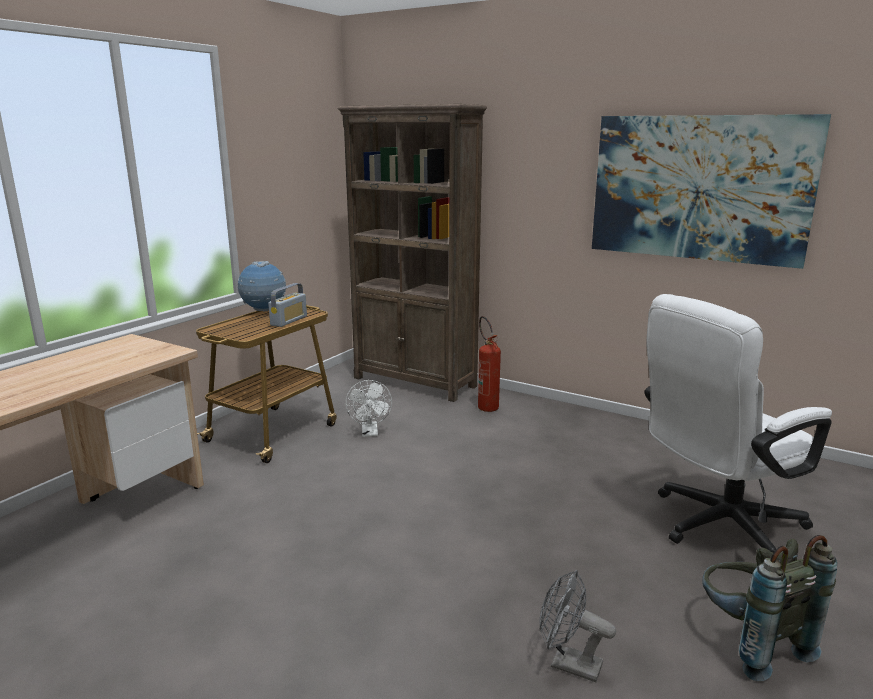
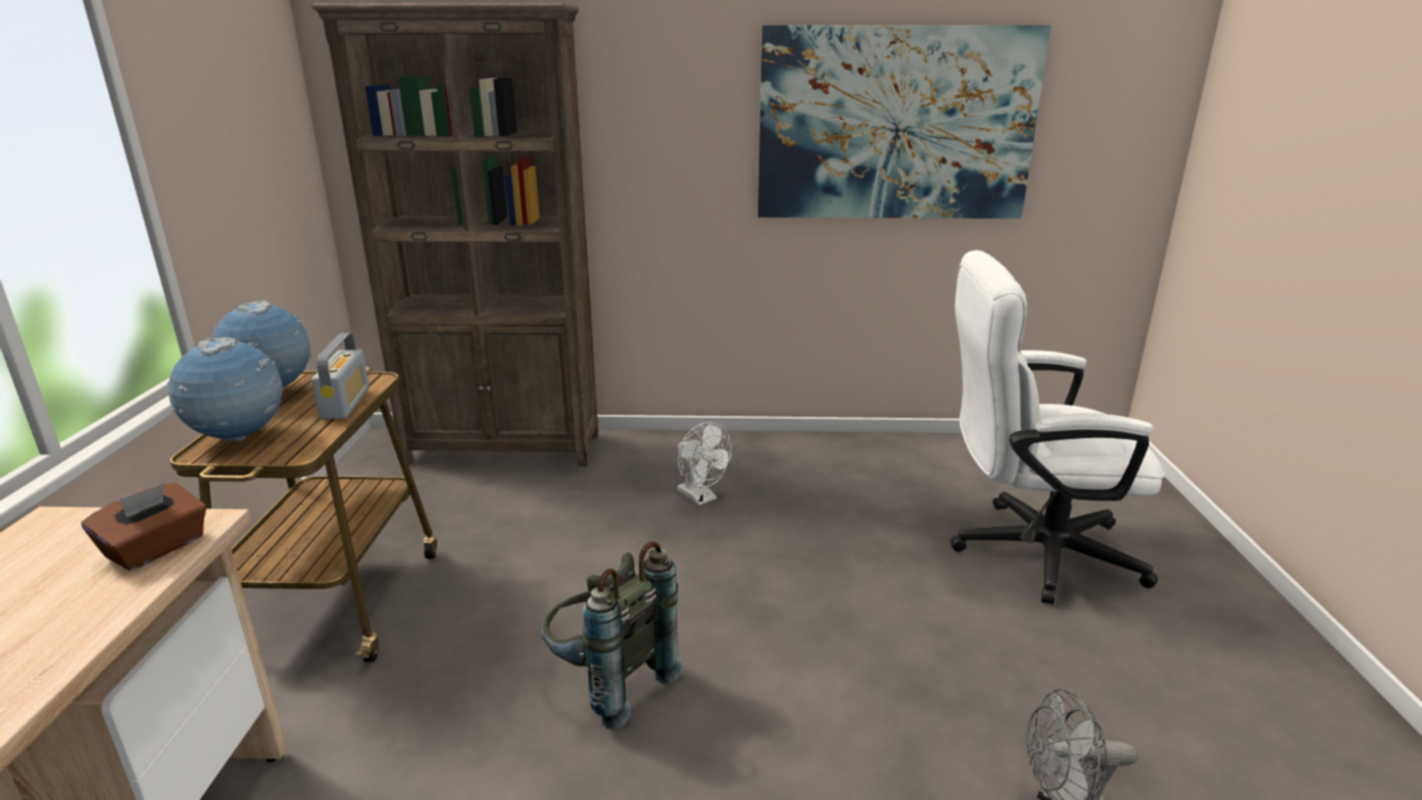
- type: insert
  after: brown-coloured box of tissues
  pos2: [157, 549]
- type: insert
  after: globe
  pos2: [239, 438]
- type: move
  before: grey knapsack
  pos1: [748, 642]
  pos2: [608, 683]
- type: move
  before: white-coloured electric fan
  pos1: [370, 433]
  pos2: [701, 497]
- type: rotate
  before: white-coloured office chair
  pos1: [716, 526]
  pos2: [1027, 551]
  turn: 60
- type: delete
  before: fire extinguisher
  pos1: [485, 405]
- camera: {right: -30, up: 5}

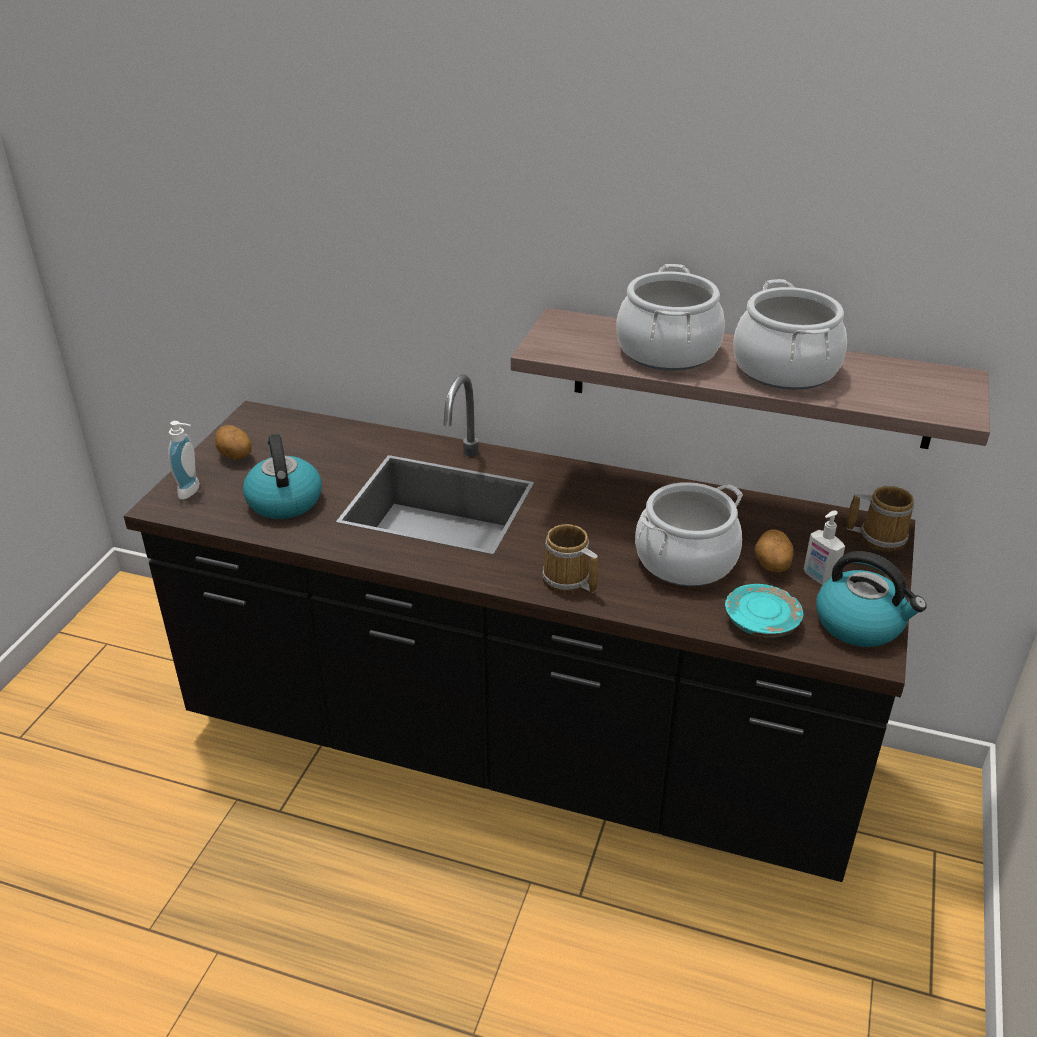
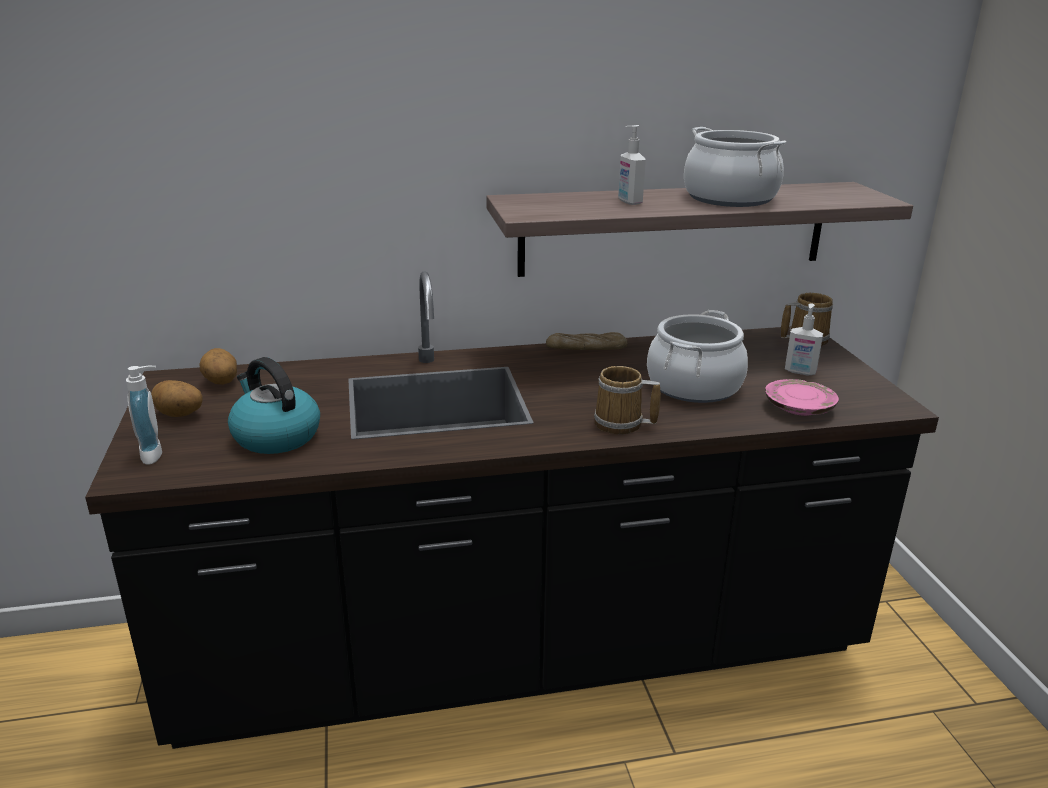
- type: move
  before: spud
  pos1: [771, 566]
  pos2: [221, 382]
- type: insert
  after: bread
  pos2: [586, 348]
- type: replace
  before: saucepot
  after: soap dispenser
  pos1: [668, 351]
  pos2: [629, 202]
- type: recolor
  before: turquoise-coloured dinner plate
  after: pink dinner plate
  pos1: [761, 621]
  pos2: [798, 408]
- type: delete
  before: water kettle
  pos1: [860, 624]
- camera: {right: -30, up: -10}

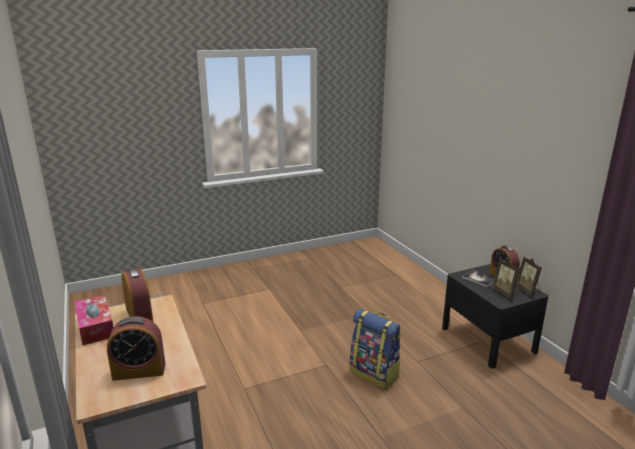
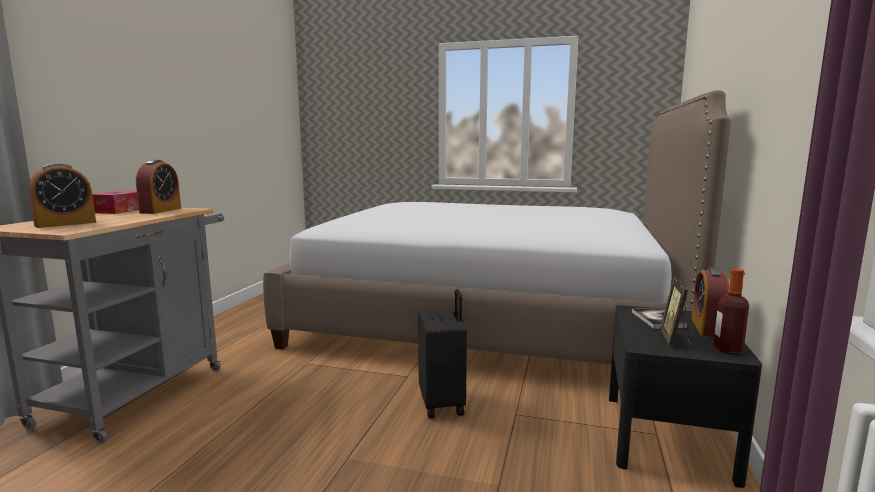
- type: rotate
  before: bedside clock
  pos1: [139, 371]
  pos2: [65, 224]
  turn: -75
- type: insert
  after: sleeping bed
  pos2: [488, 321]
- type: replace
  before: knapsack
  after: black suitcase
  pos1: [375, 374]
  pos2: [443, 403]
- type: replace
  before: standing frame
  after: beverage bottle
  pos1: [528, 290]
  pos2: [727, 349]
- camera: {right: 40, up: -10}

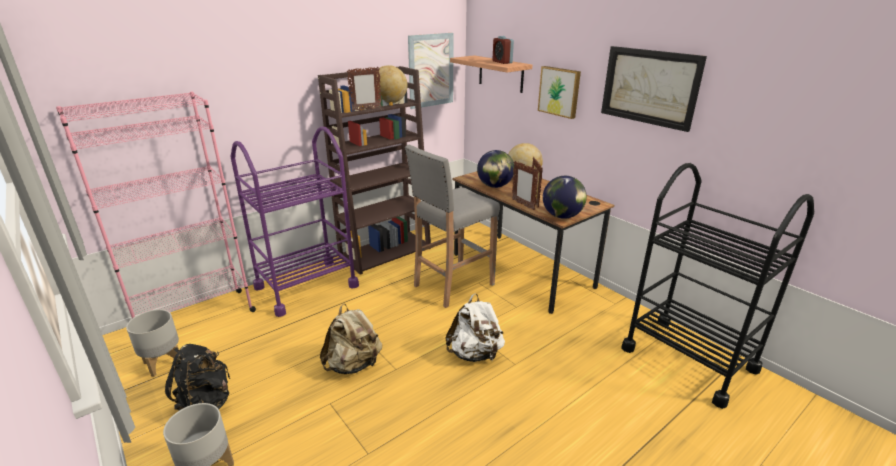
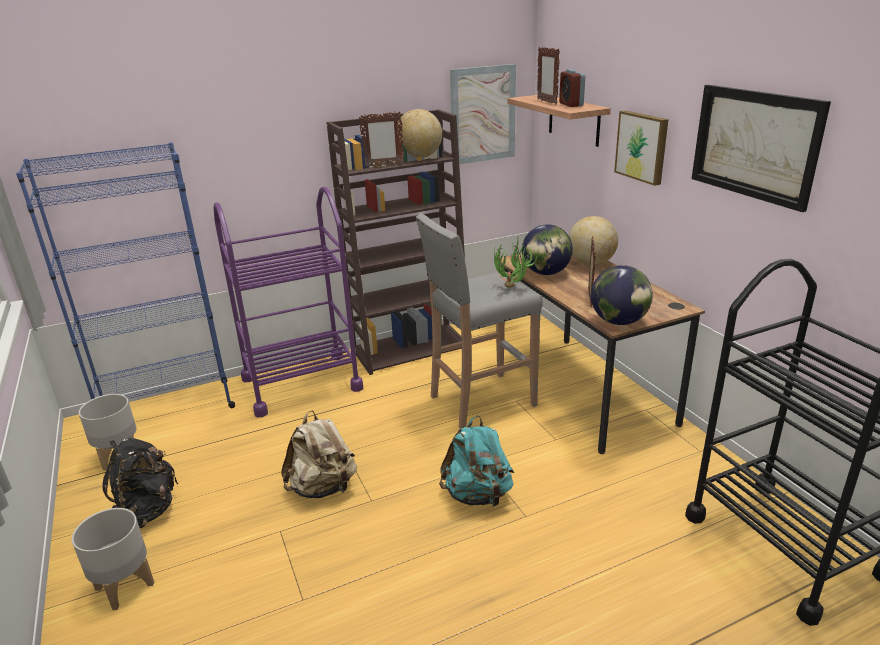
- type: recolor
  before: pink bookcase
  after: bluish bookcase
  pos1: [196, 319]
  pos2: [168, 409]
- type: recolor
  before: white-coloured knapsack
  after: turquoise-coloured knapsack
  pos1: [475, 354]
  pos2: [477, 495]
- type: insert
  after: potted plant
  pos2: [513, 289]
- type: move
  before: standing frame
  pos1: [523, 205]
  pos2: [547, 102]
- camera: {right: 15, up: 0}

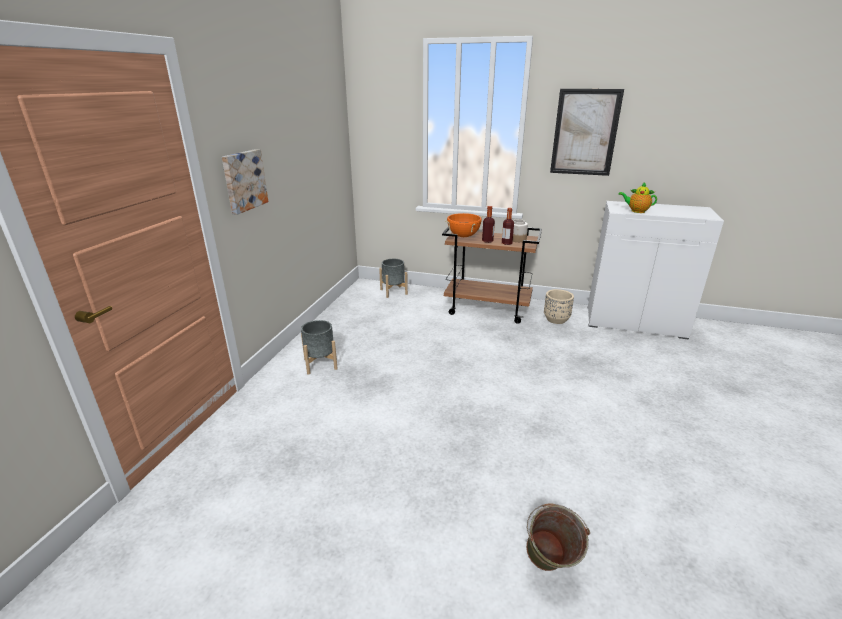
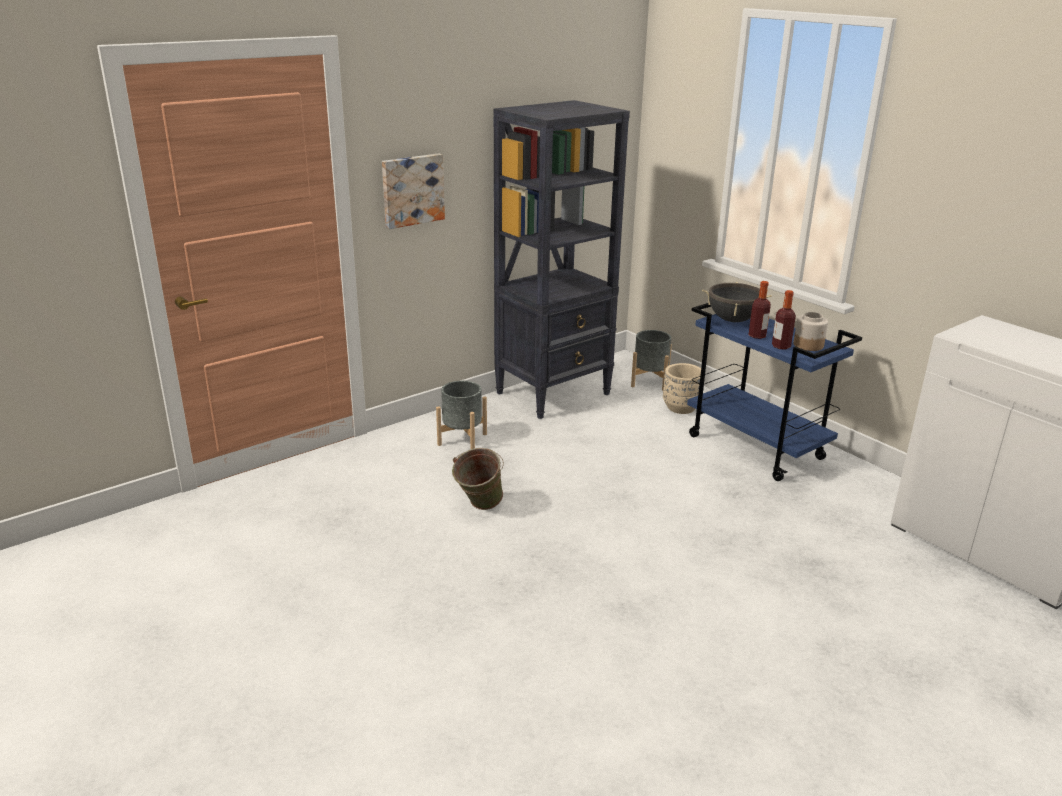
- type: move
  before: greenish bucket
  pos1: [548, 568]
  pos2: [479, 507]
- type: insert
  after: black bookcase
  pos2: [554, 393]
- type: move
  before: beige-coloured plant pot
  pos1: [556, 319]
  pos2: [681, 407]
- type: recolor
  before: brown-coloured wheeled cart
  after: bluish wheeled cart
  pos1: [488, 309]
  pos2: [757, 447]
- type: recolor
  before: orange-coloured saucepot
  after: black saucepot
  pos1: [463, 236]
  pos2: [733, 320]
- type: delete
  before: picture
  pos1: [585, 132]
- type: delete
  before: teapot
  pos1: [636, 211]
- camera: {right: 35, up: 0}

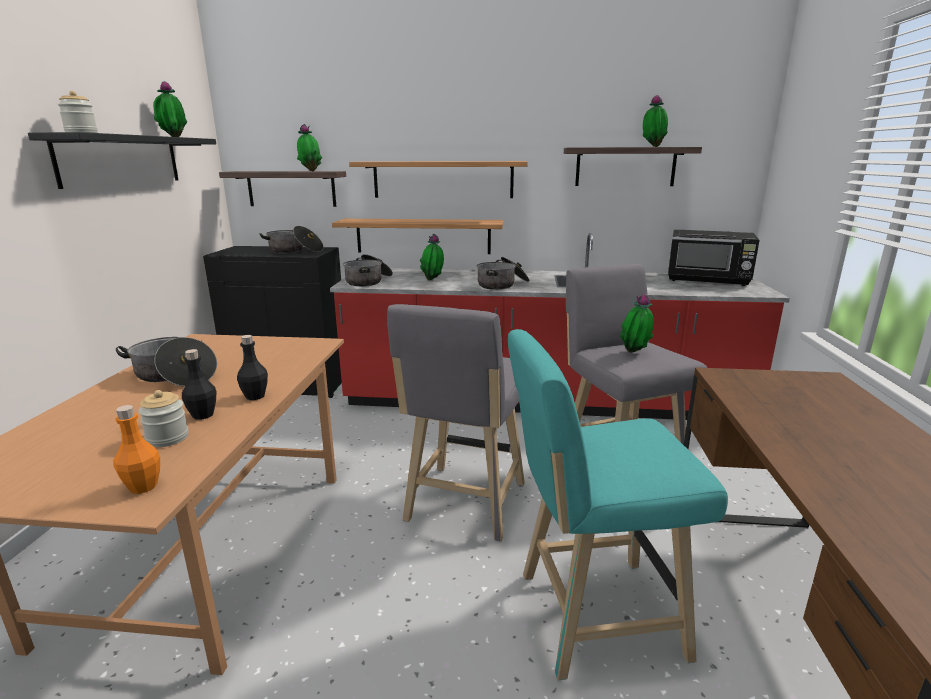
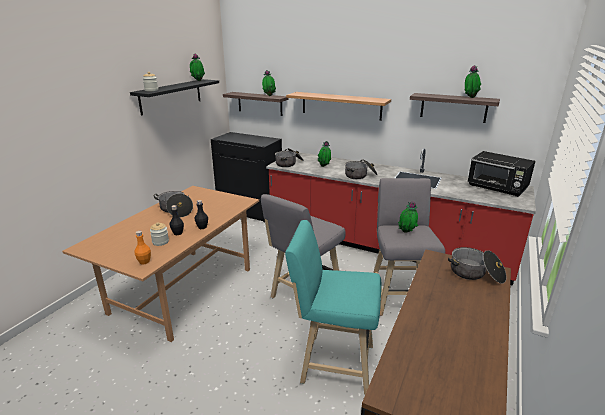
- type: move
  before: saucepot
  pos1: [295, 251]
  pos2: [476, 274]
- type: delete
  before: shelf
  pos1: [423, 236]
- camera: {right: 20, up: 5}

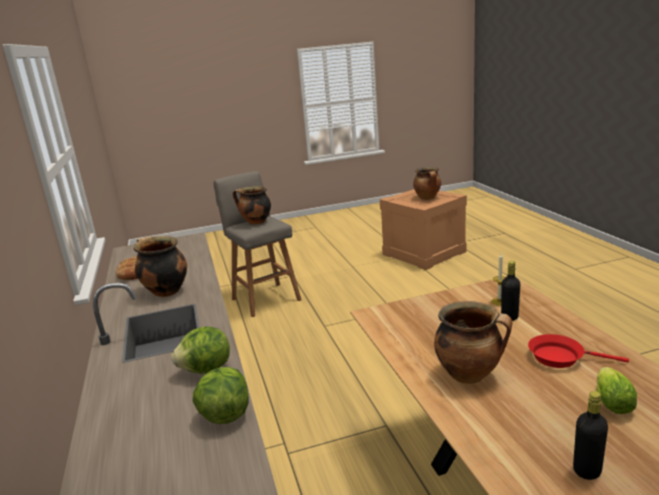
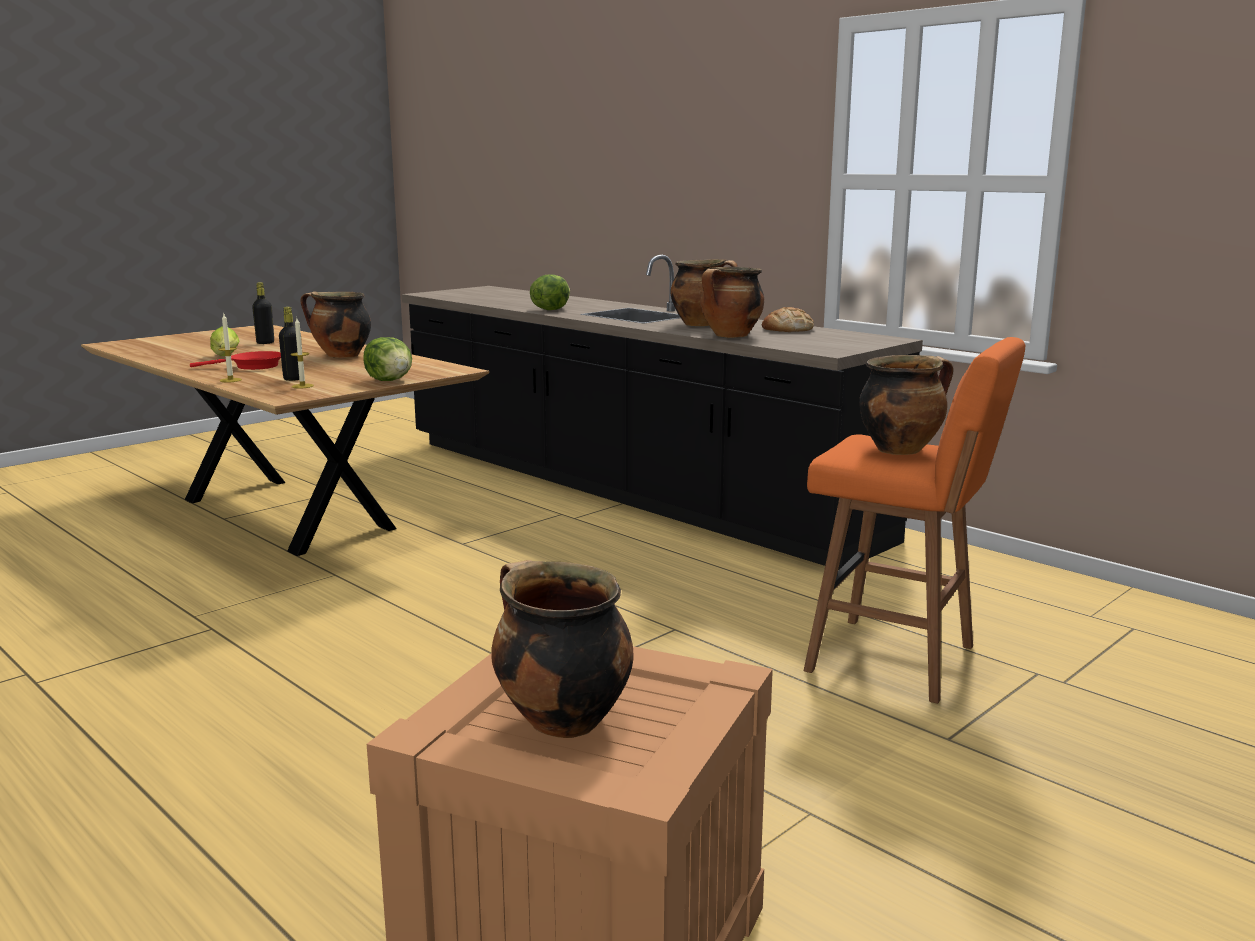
- type: insert
  after: wax candle
  pos2: [230, 380]
- type: move
  before: lettuce head
  pos1: [225, 414]
  pos2: [390, 380]
- type: insert
  after: saucepot
  pos2: [730, 336]
- type: recolor
  before: grey stool seat
  after: orange-coloured stool seat
  pos1: [265, 298]
  pos2: [897, 660]
- camera: {right: 150, up: -5}

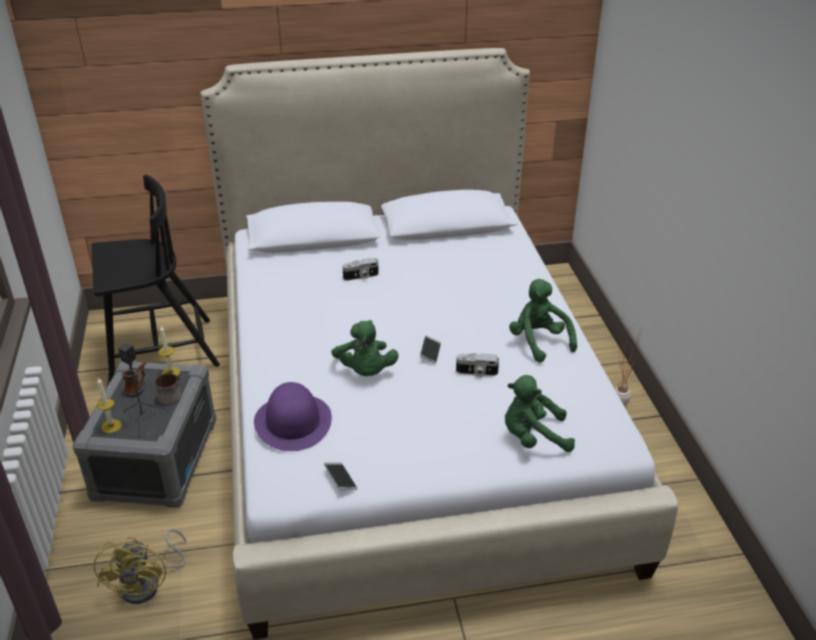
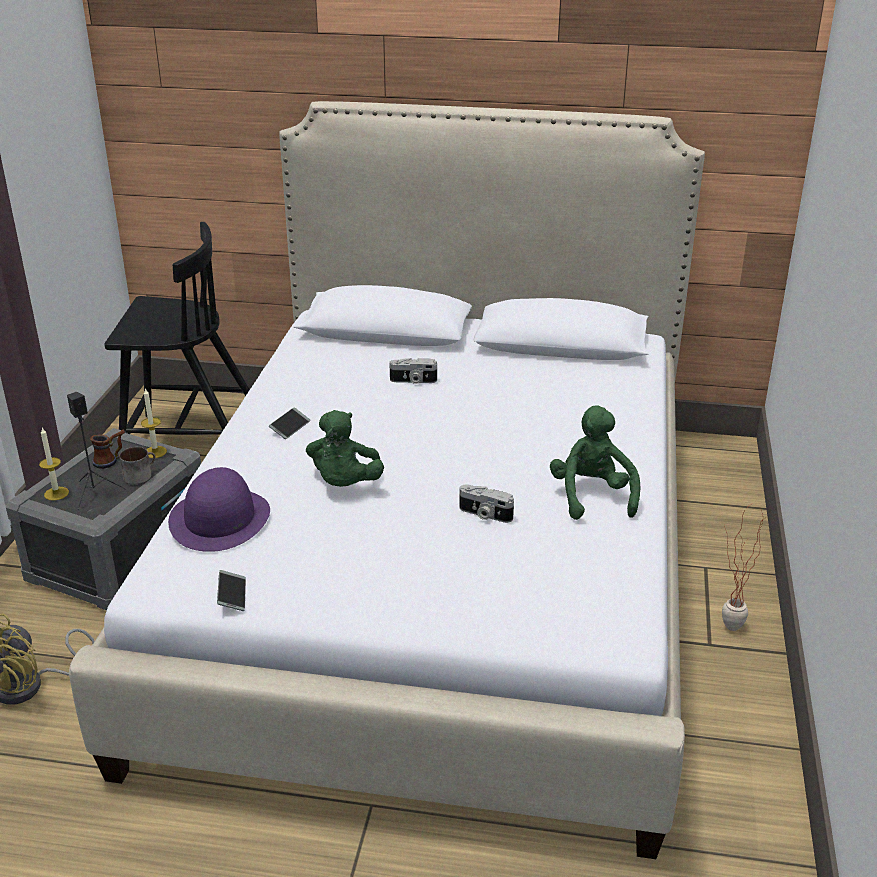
- type: move
  before: telephone
  pos1: [430, 352]
  pos2: [290, 427]
- type: delete
  before: greenish soft toy
  pos1: [533, 437]
- camera: {right: 20, up: -5}

